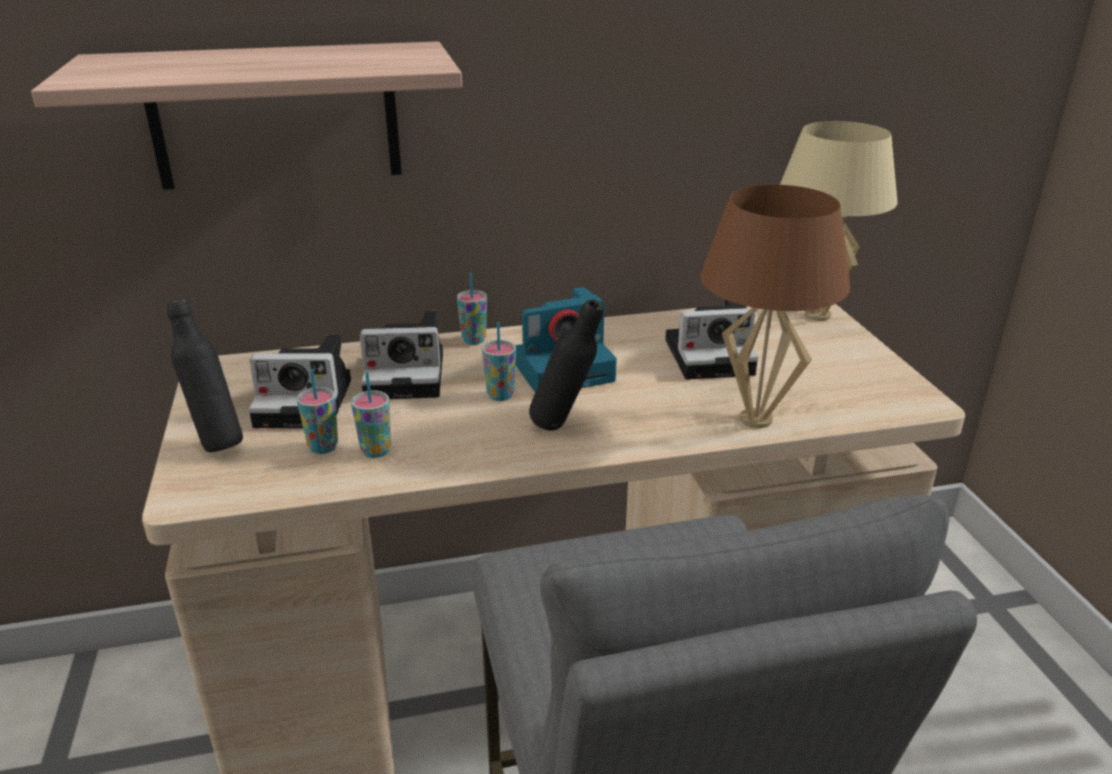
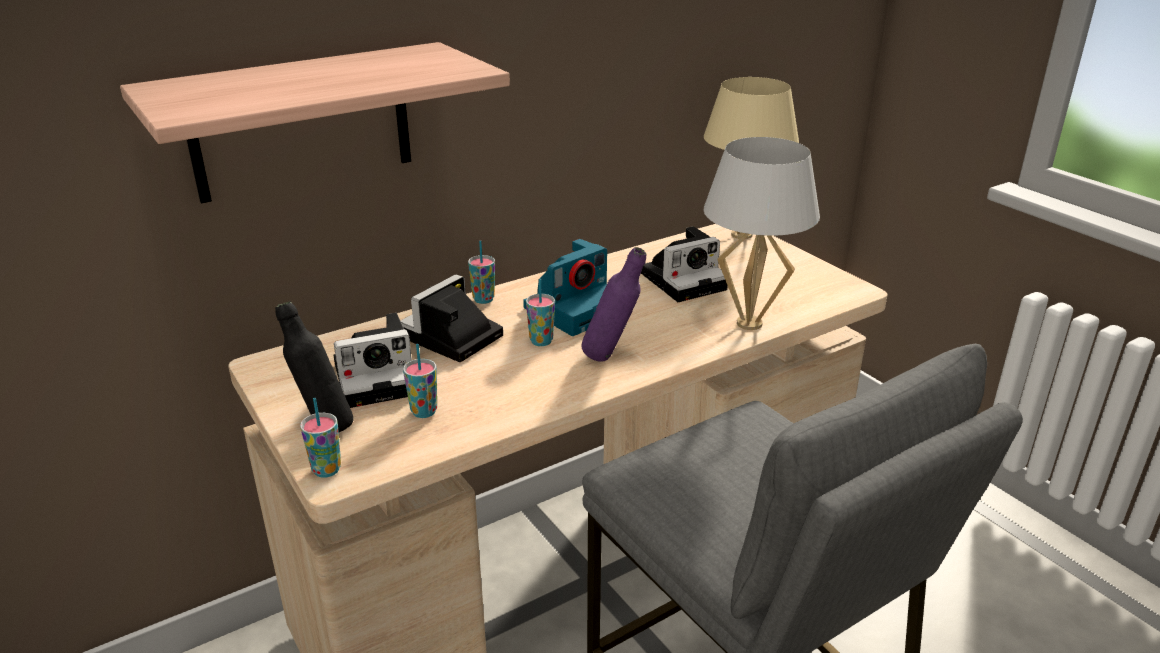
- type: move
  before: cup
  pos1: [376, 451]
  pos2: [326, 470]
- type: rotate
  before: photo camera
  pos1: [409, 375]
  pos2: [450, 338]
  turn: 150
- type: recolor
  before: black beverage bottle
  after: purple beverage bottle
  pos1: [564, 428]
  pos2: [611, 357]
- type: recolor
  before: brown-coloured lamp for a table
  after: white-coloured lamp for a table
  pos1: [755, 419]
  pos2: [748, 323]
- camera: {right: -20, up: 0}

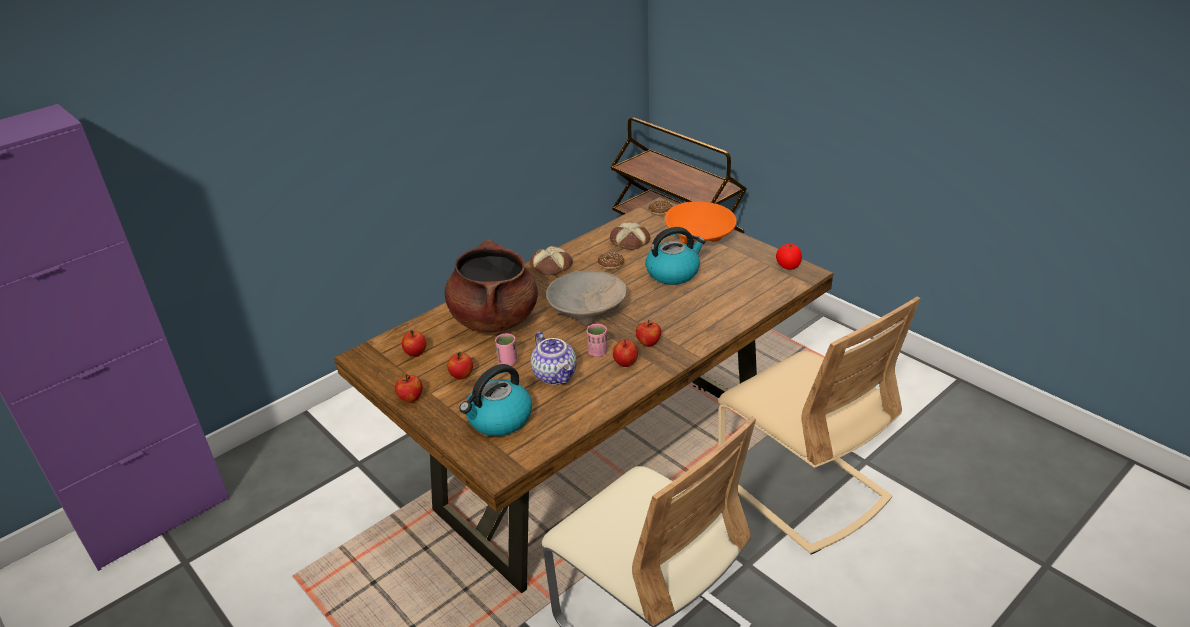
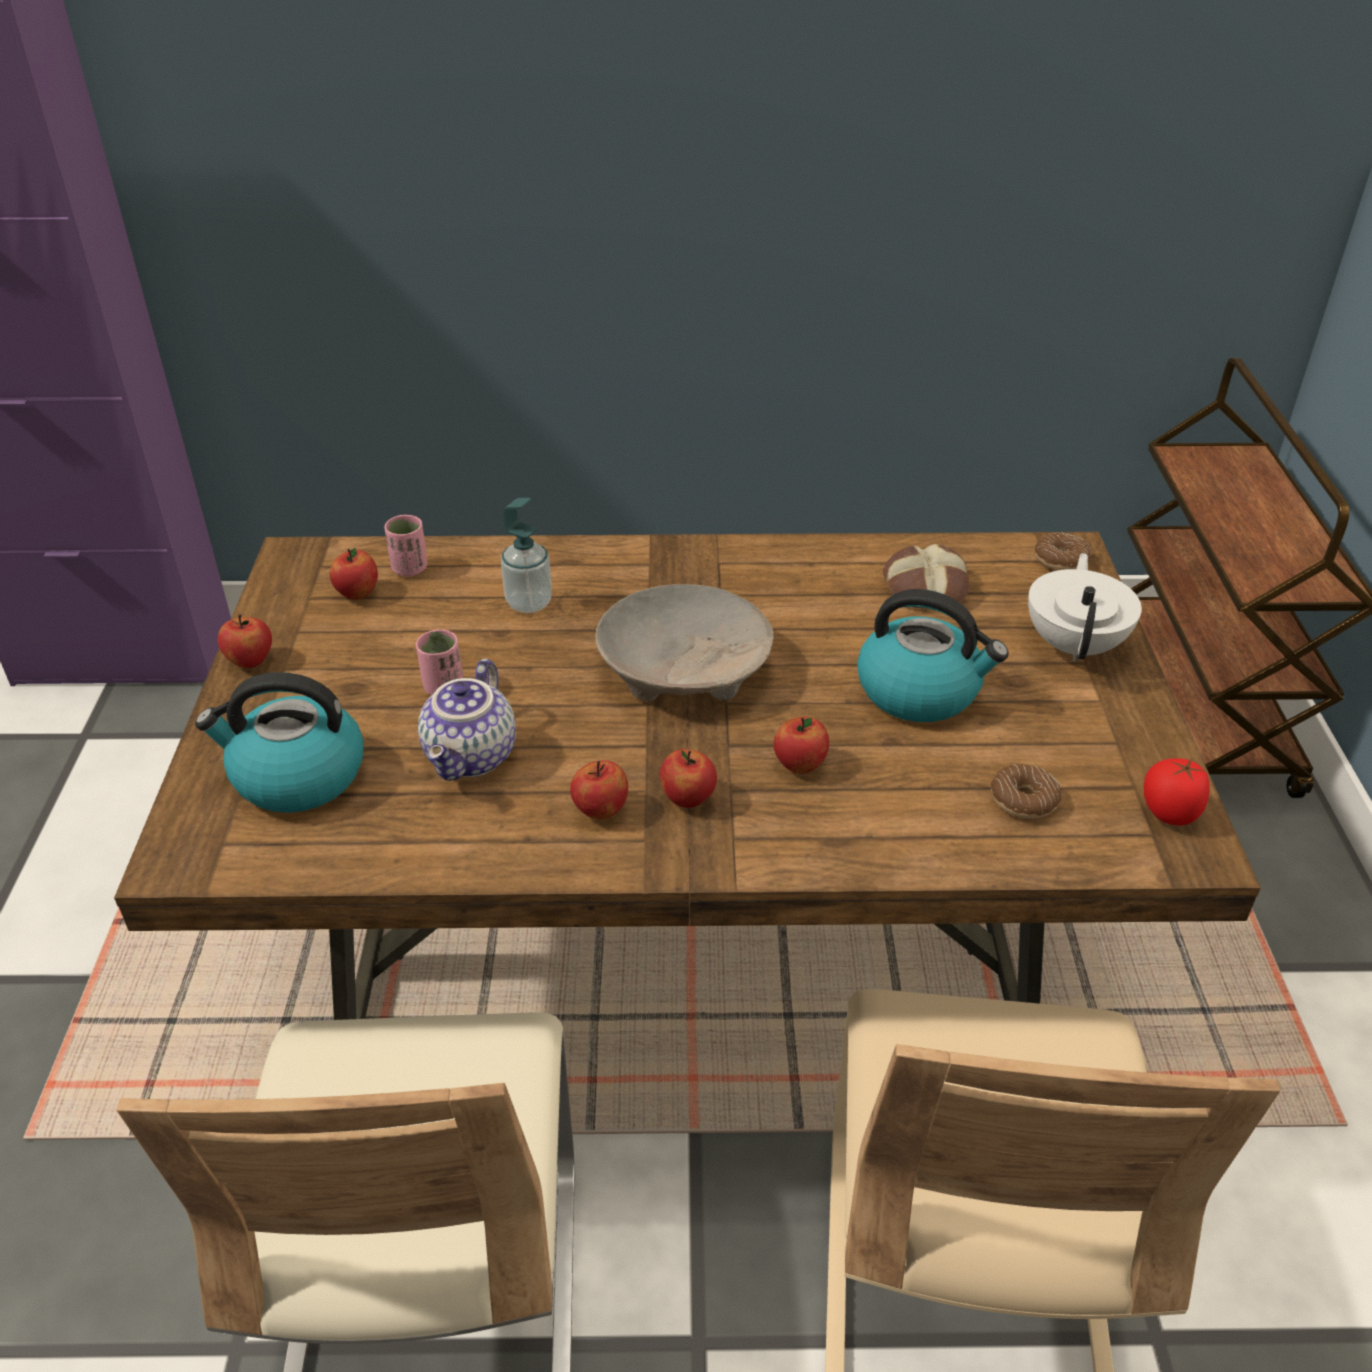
- type: move
  before: pink cup
  pos1: [597, 352]
  pos2: [410, 568]
- type: replace
  before: brown-coloured saucepot
  after: soap dispenser
  pos1: [494, 319]
  pos2: [529, 603]
- type: move
  before: whole apple
  pos1: [461, 376]
  pos2: [799, 765]
- type: move
  before: ring doughnut
  pos1: [611, 264]
  pos2: [1024, 800]
- type: replace
  before: orange-coloured bowl
  after: white-coloured teapot
  pos1: [700, 235]
  pos2: [1075, 645]
- type: delete
  before: bread
  pos1: [551, 266]
- camera: {right: 40, up: 5}

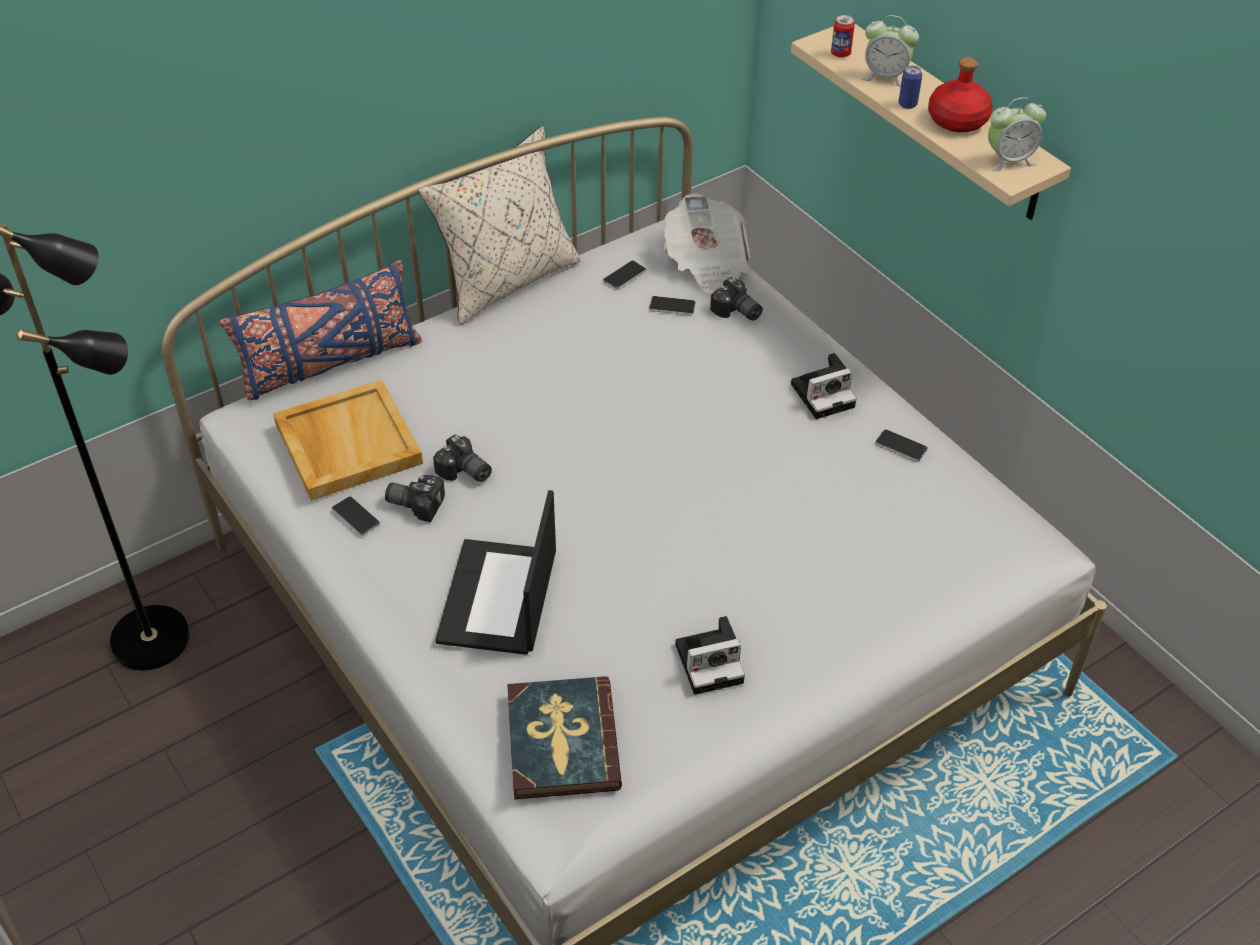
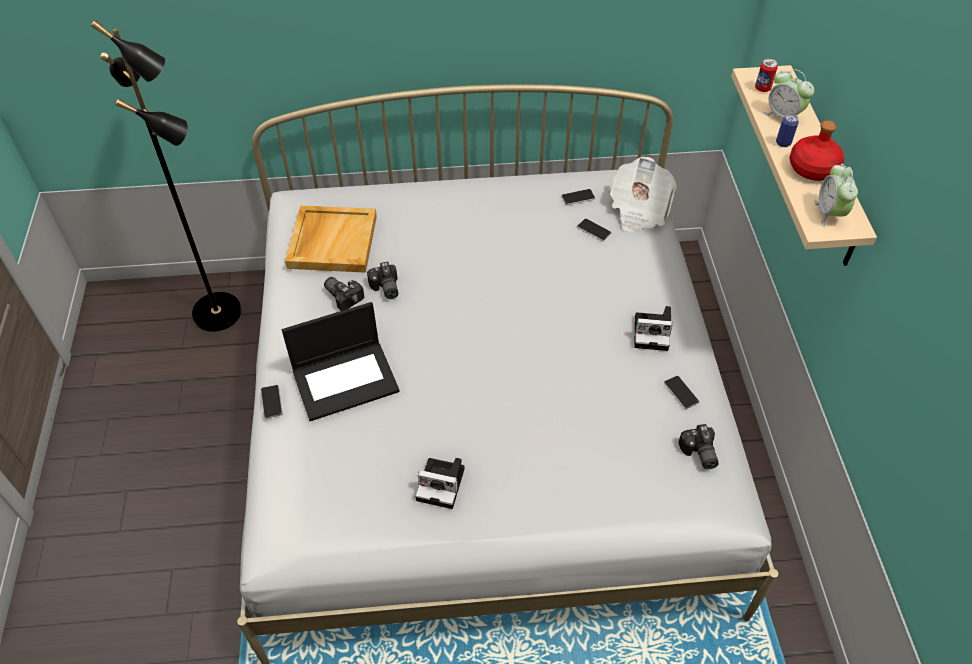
- type: move
  before: telephone
  pos1: [355, 517]
  pos2: [271, 402]
- type: rotate
  before: notebook computer
  pos1: [499, 599]
  pos2: [346, 379]
  turn: -150
- type: move
  before: photo camera
  pos1: [736, 312]
  pos2: [698, 454]
- type: rotate
  before: bedside clock
  pos1: [1009, 160]
  pos2: [829, 213]
  turn: 75
- type: delete
  before: bluish cushion
  pos1: [330, 364]
- type: delete
  before: beige-coloured cushion
  pos1: [505, 281]
- type: delete
  before: volume
  pos1: [561, 741]
- camera: {right: 30, up: 5}

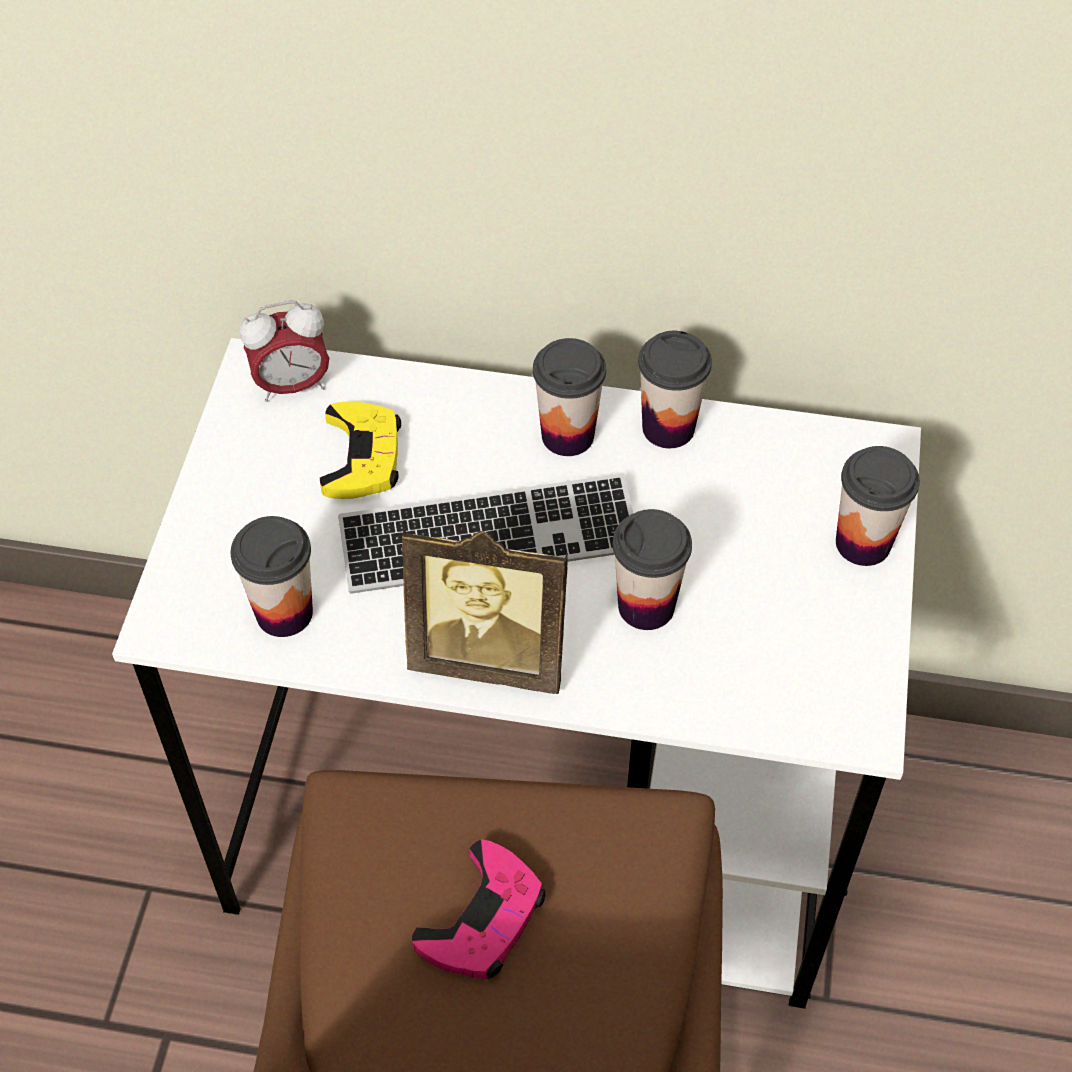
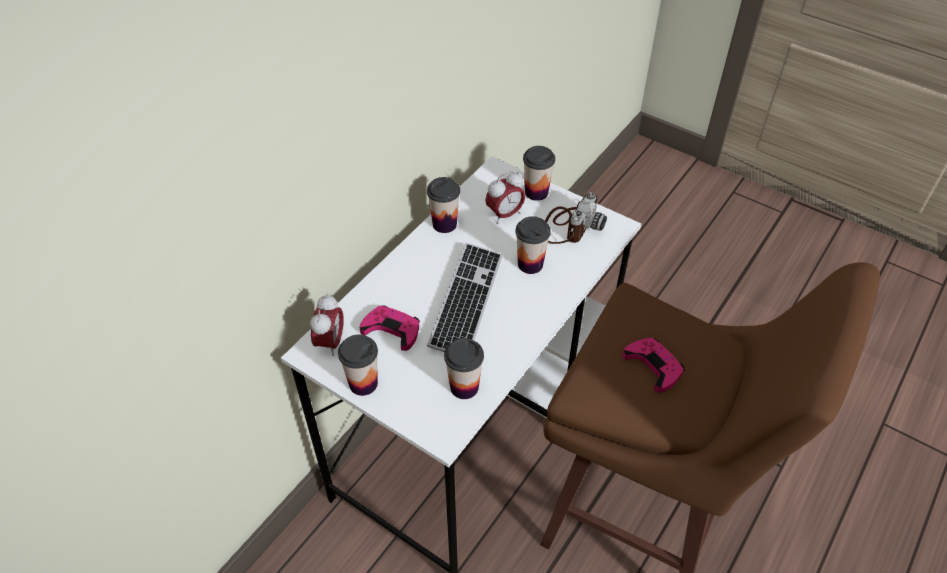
- type: move
  before: cup
  pos1: [567, 435]
  pos2: [363, 383]
- type: recolor
  before: yellow gamepad
  after: pink gamepad
  pos1: [362, 457]
  pos2: [392, 330]
- type: insert
  after: bedside clock
  pos2: [504, 214]
- type: insert
  after: photo camera
  pos2: [570, 225]
- type: delete
  before: standing frame
  pos1: [490, 655]
- camera: {right: -65, up: -5}

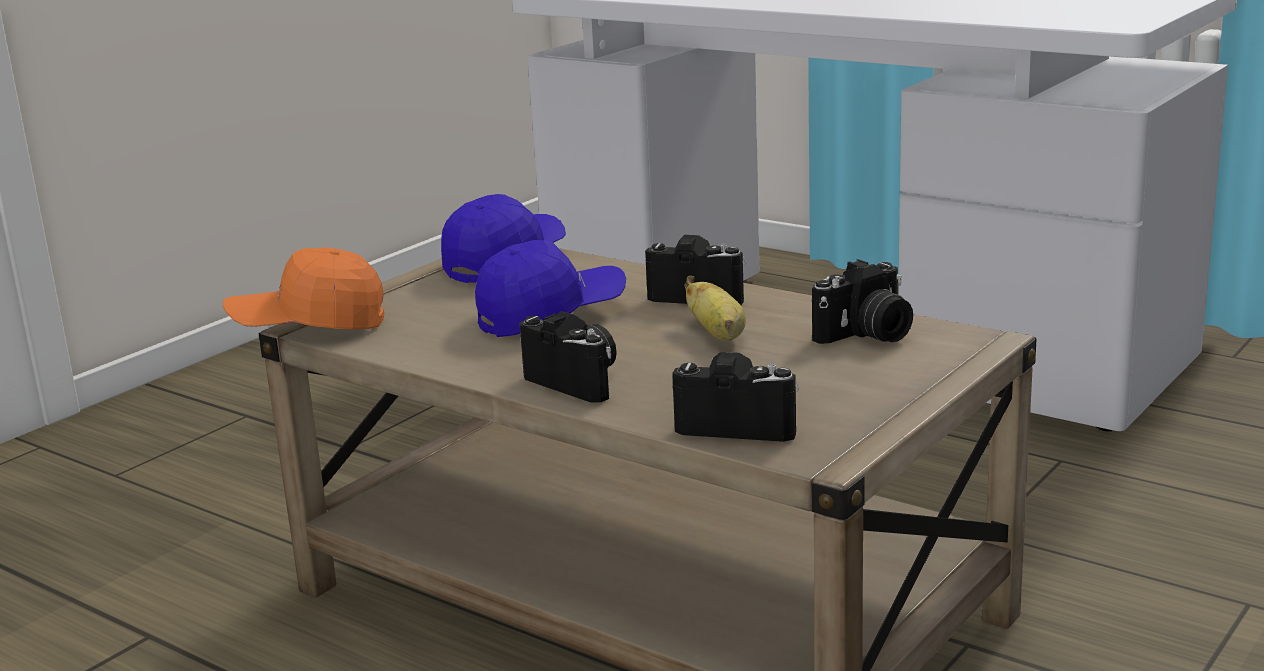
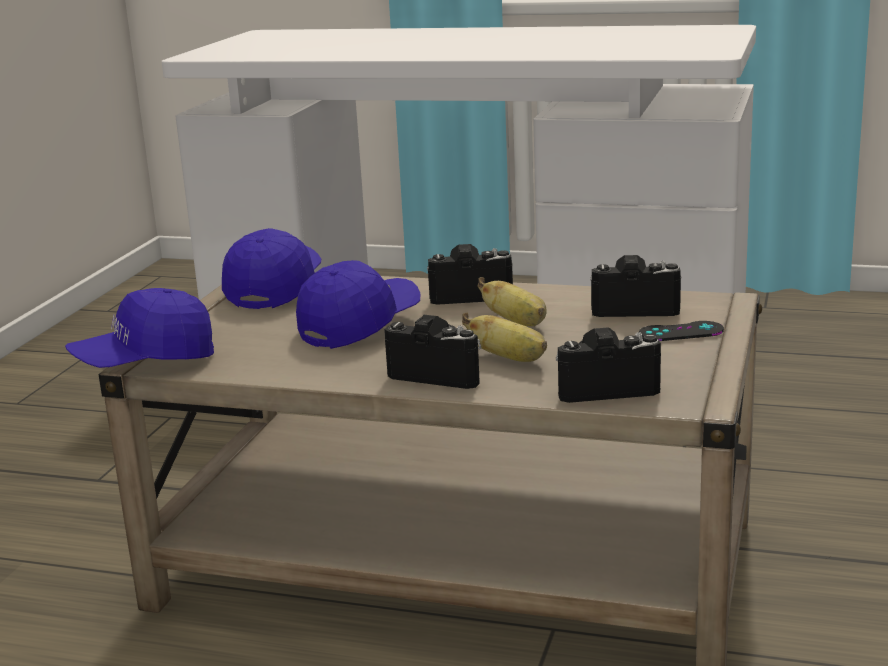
- type: recolor
  before: orange-coloured baseball cap
  after: bluish baseball cap
  pos1: [309, 326]
  pos2: [145, 362]
- type: insert
  after: whole banana
  pos2: [510, 359]
- type: rotate
  before: photo camera
  pos1: [867, 335]
  pos2: [635, 308]
  turn: -120
- type: insert
  after: black gamepad
  pos2: [681, 332]
- camera: {right: -20, up: 0}

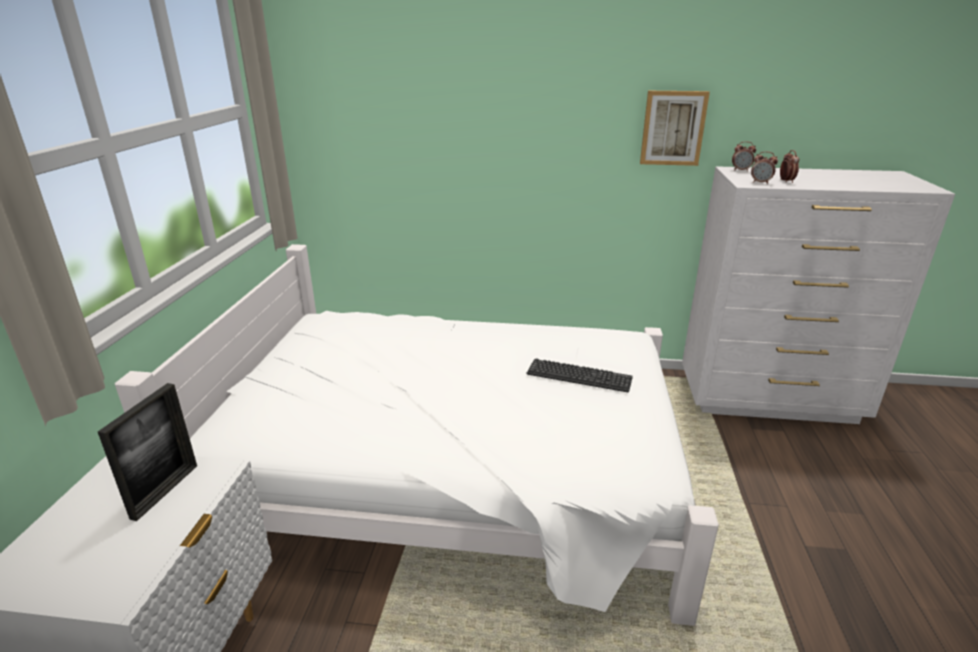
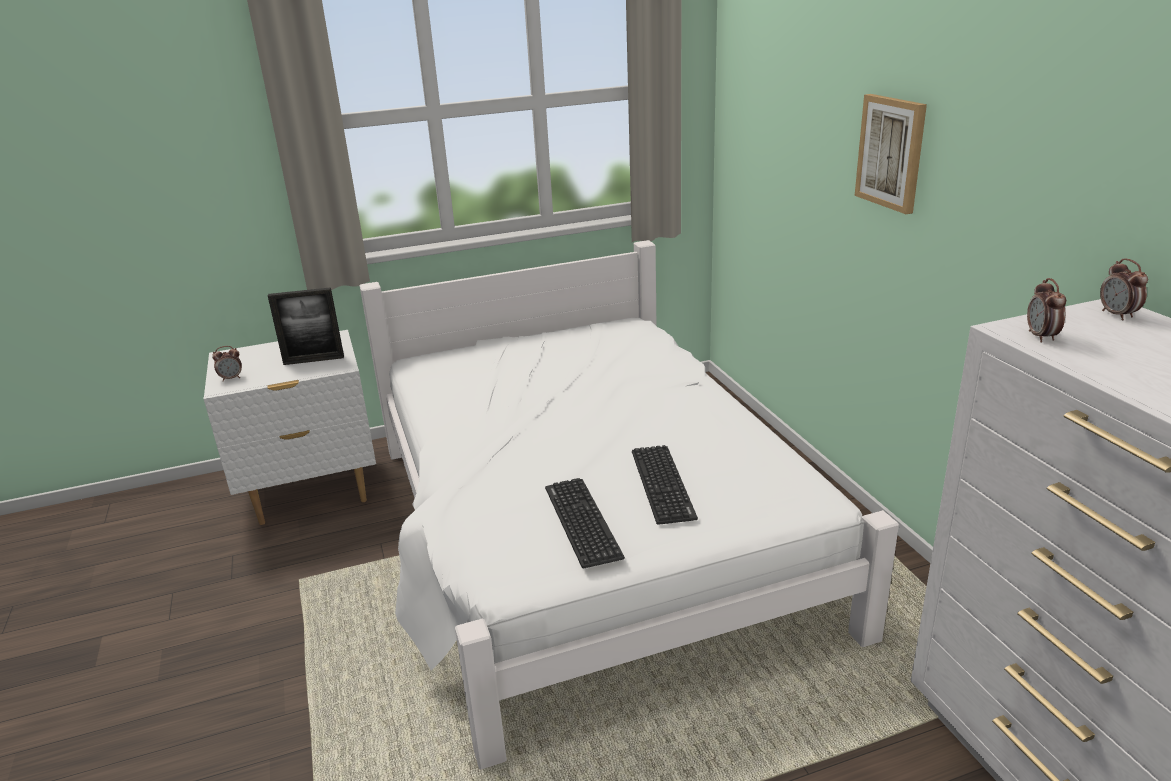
- type: move
  before: bedside clock
  pos1: [786, 181]
  pos2: [231, 378]
- type: insert
  after: PC keyboard
  pos2: [582, 522]
- type: move
  before: picture
  pos1: [673, 128]
  pos2: [891, 152]
- camera: {right: 65, up: 0}

